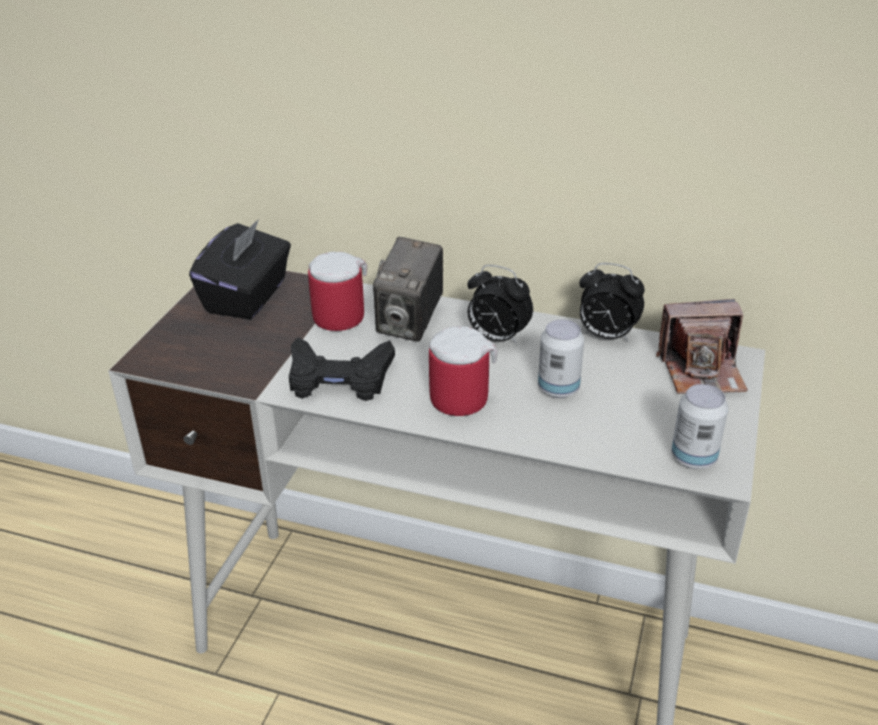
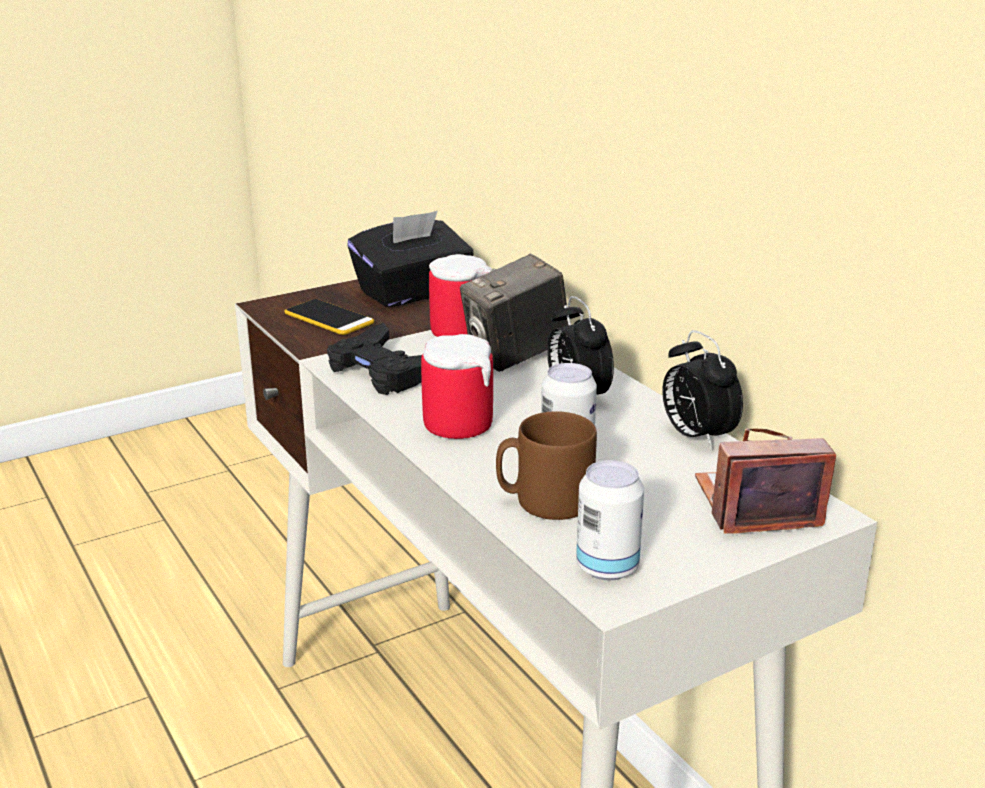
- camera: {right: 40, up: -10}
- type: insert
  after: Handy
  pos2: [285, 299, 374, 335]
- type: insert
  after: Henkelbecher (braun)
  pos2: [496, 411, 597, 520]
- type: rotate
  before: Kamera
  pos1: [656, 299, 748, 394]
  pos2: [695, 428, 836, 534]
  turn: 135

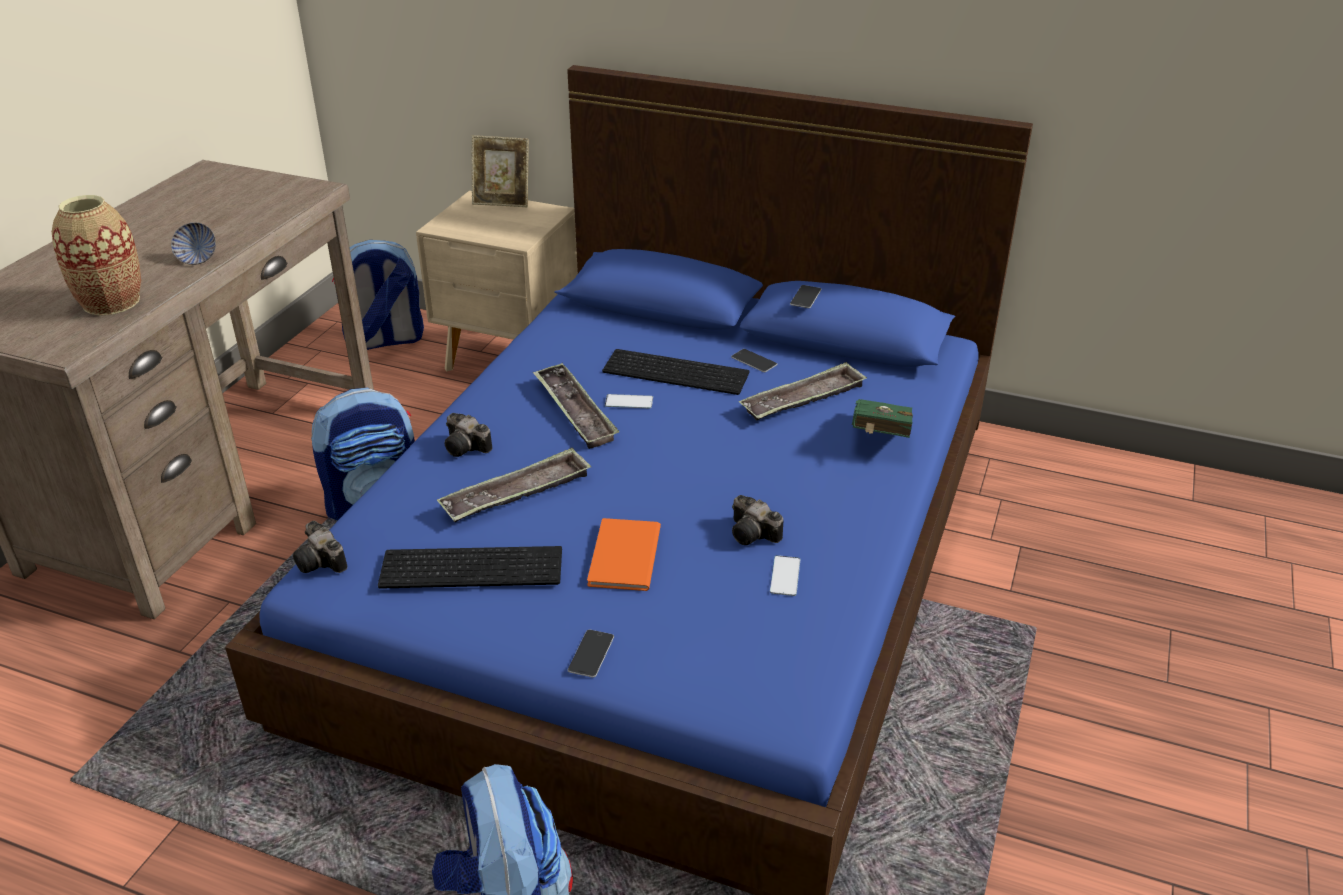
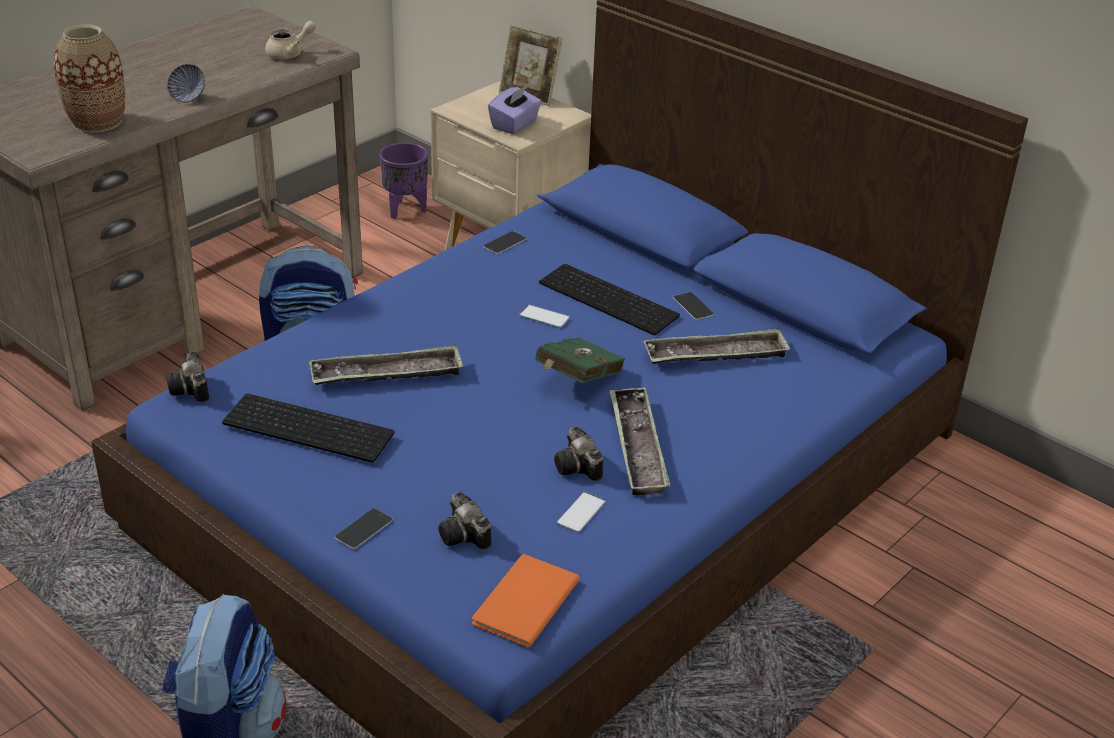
- camera: {right: 20, up: 0}
- type: insert
  after: Teekanne (beige)
  pos2: [265, 21, 316, 59]
- type: insert
  after: Taschentuchbox (lila)
  pos2: [488, 85, 542, 134]
- type: move
  before: Kamera
  pos1: [445, 413, 492, 457]
  pos2: [438, 492, 491, 550]
- type: move
  before: Tablett
  pos1: [533, 363, 619, 449]
  pos2: [610, 387, 670, 495]
- type: move
  before: Buch (orange)
  pos1: [587, 518, 661, 591]
  pos2: [472, 554, 580, 648]
- type: move
  before: Handy
  pos1: [790, 285, 821, 308]
  pos2: [483, 231, 527, 254]
- type: move
  before: Buch (grün)
  pos1: [852, 399, 913, 438]
  pos2: [535, 338, 625, 383]
- type: replace
  before: Rucksack
  after: Pflanzkübel (lila)
  pos1: [332, 240, 424, 350]
  pos2: [380, 143, 428, 219]

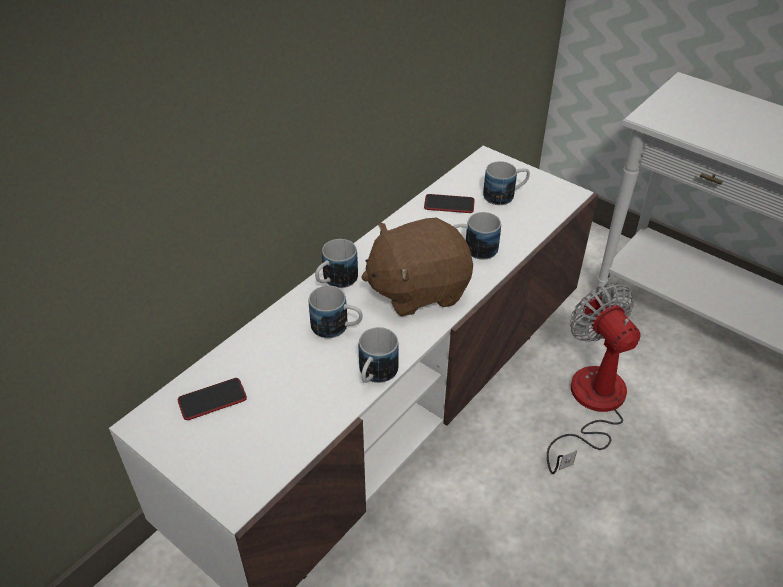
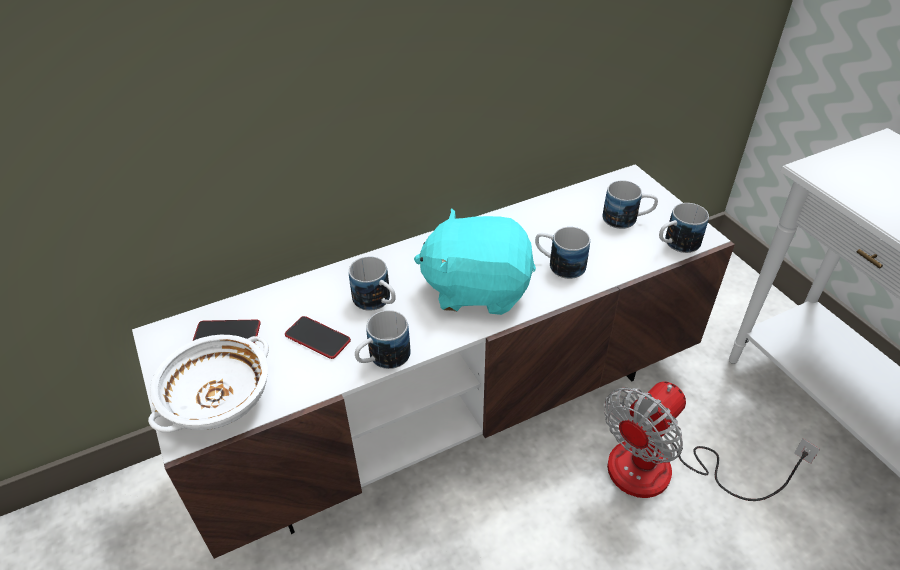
- camera: {right: 25, up: 0}
- type: insert
  after: Schüssel (weiß)
  pos2: [148, 335, 269, 433]
- type: move
  before: Henkelbecher
  pos1: [315, 239, 358, 288]
  pos2: [659, 203, 709, 253]
- type: move
  before: Handy
  pos1: [424, 194, 475, 213]
  pos2: [285, 316, 351, 359]
- type: recolor
  before: Plüschtier (braun)
  after: Plüschtier (türkis)
  pos1: [361, 217, 473, 317]
  pos2: [414, 208, 536, 315]
- type: rotate
  before: Ventilator
  pos1: [547, 283, 641, 474]
  pos2: [604, 381, 820, 501]
  turn: -135

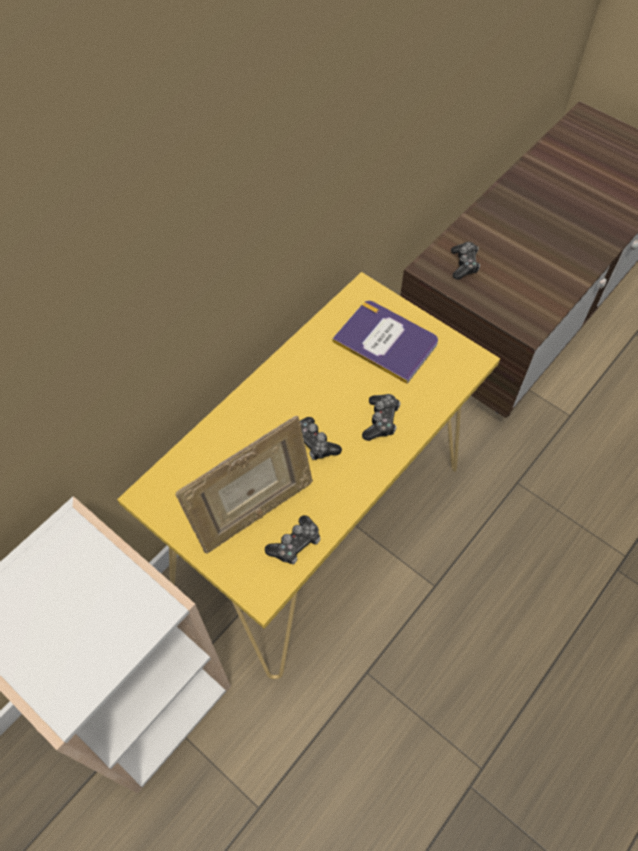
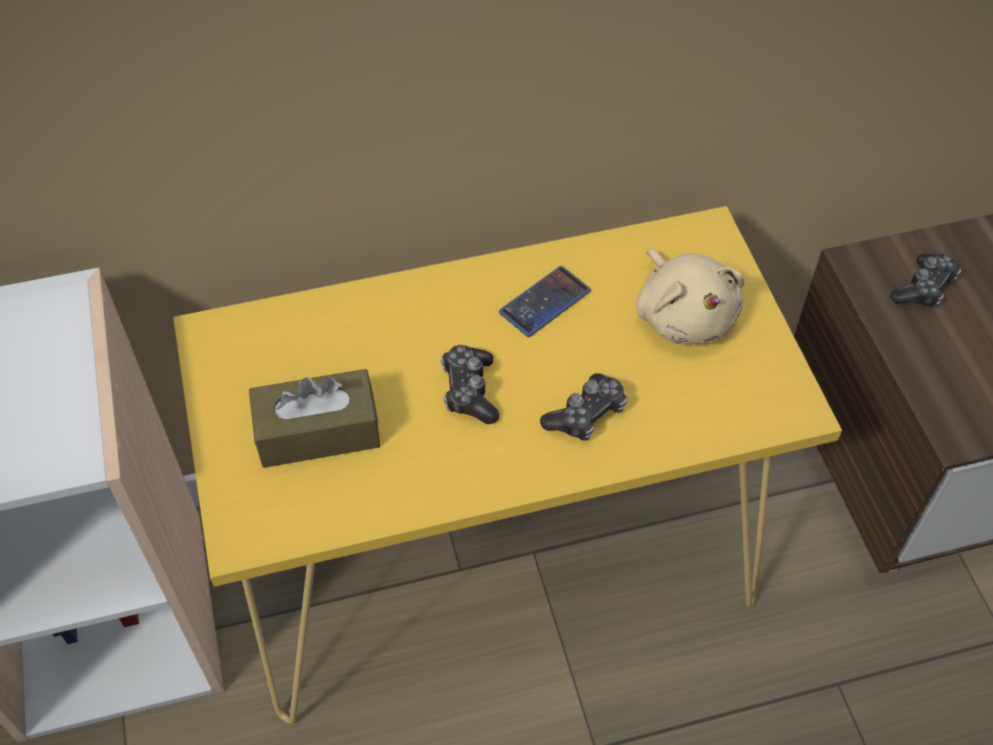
- camera: {right: 35, up: -5}
- type: delete
  before: Gamepad
  pos1: [265, 515, 321, 565]
- type: insert
  after: Handy
  pos2: [499, 266, 591, 337]
- type: replace
  before: Bilderrahmen
  after: Taschentuchbox (braun)
  pos1: [175, 416, 313, 553]
  pos2: [249, 369, 380, 468]
- type: replace
  before: Buch
  after: Plüschtier (beige)
  pos1: [332, 301, 438, 384]
  pos2: [636, 248, 745, 344]

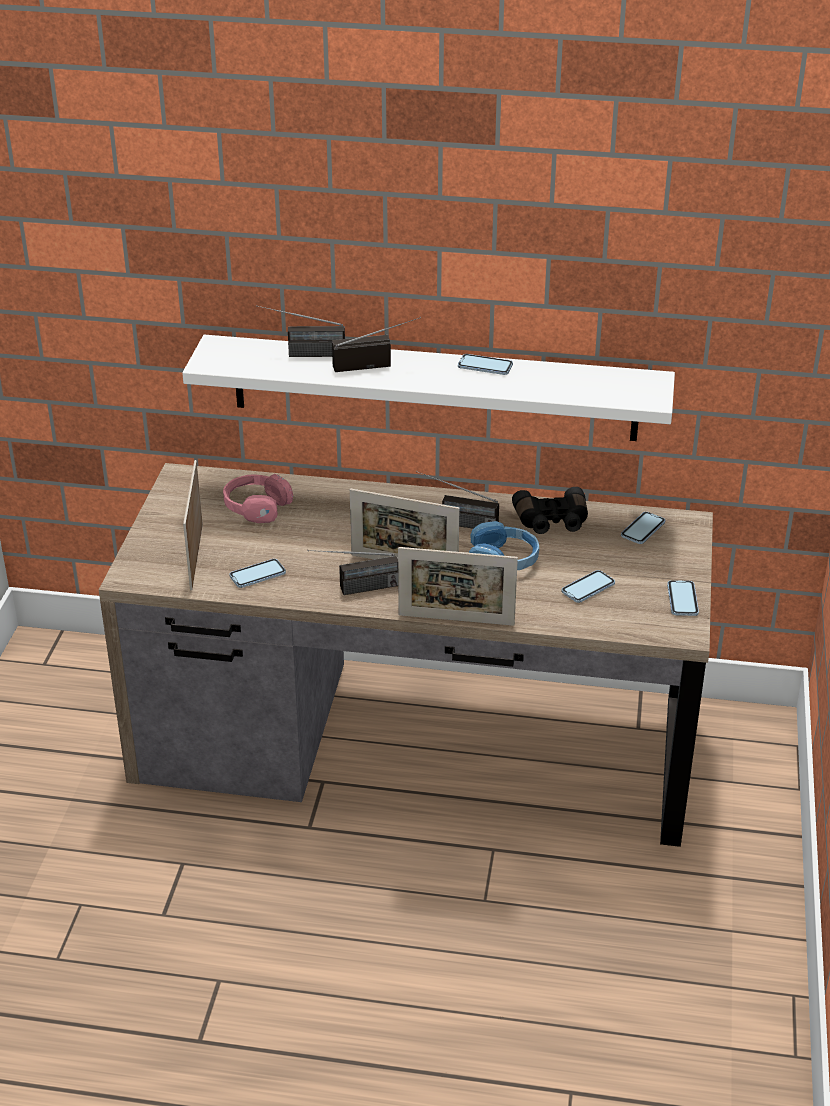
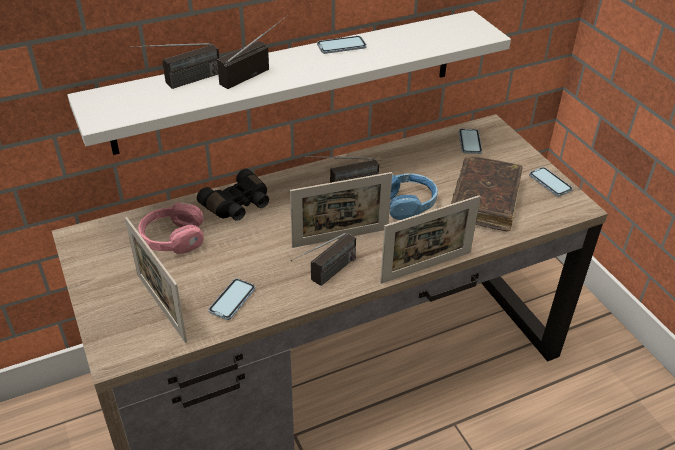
- camera: {right: -35, up: 5}
- type: move
  before: Fernglas (schwarz)
  pos1: [512, 487, 588, 534]
  pos2: [197, 169, 269, 221]
- type: replace
  before: Handy
  after: Buch (braun)
  pos1: [562, 570, 615, 603]
  pos2: [451, 157, 522, 231]

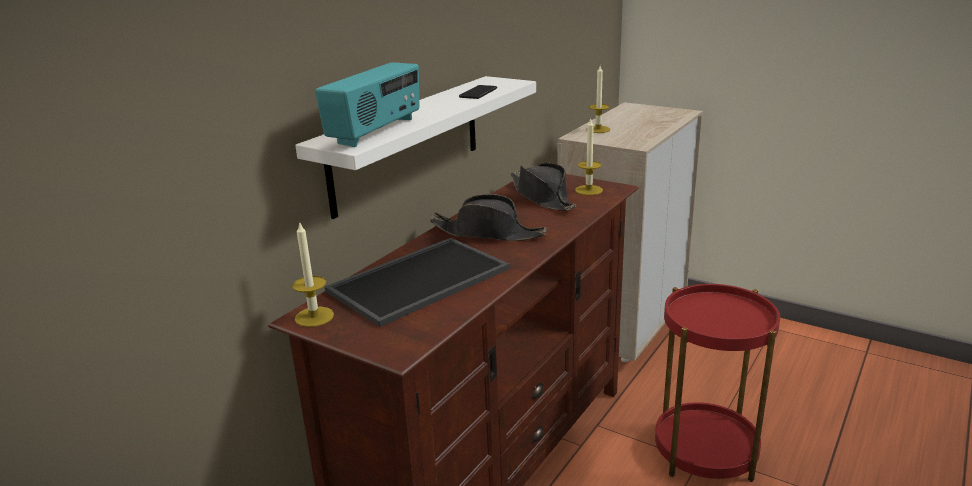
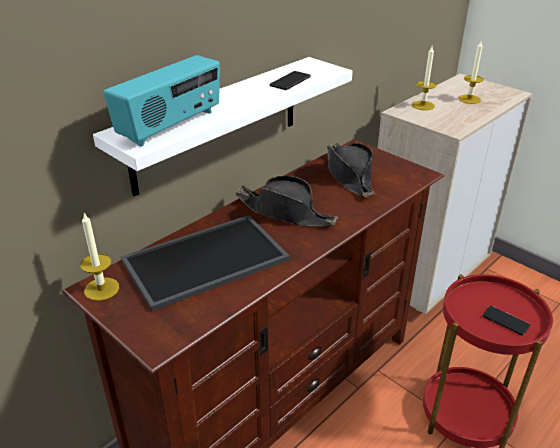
- camera: {right: 10, up: 10}
- type: insert
  after: Handy
  pos2: [483, 306, 530, 335]
- type: move
  before: Kerze
  pos1: [575, 118, 603, 195]
  pos2: [458, 41, 484, 104]

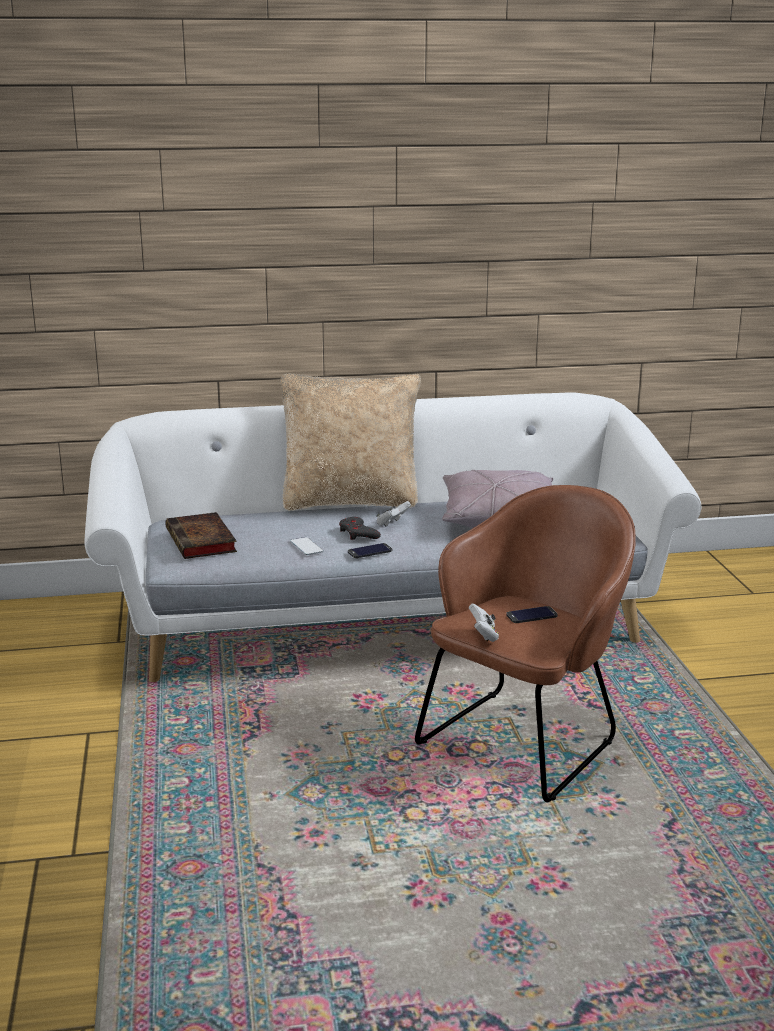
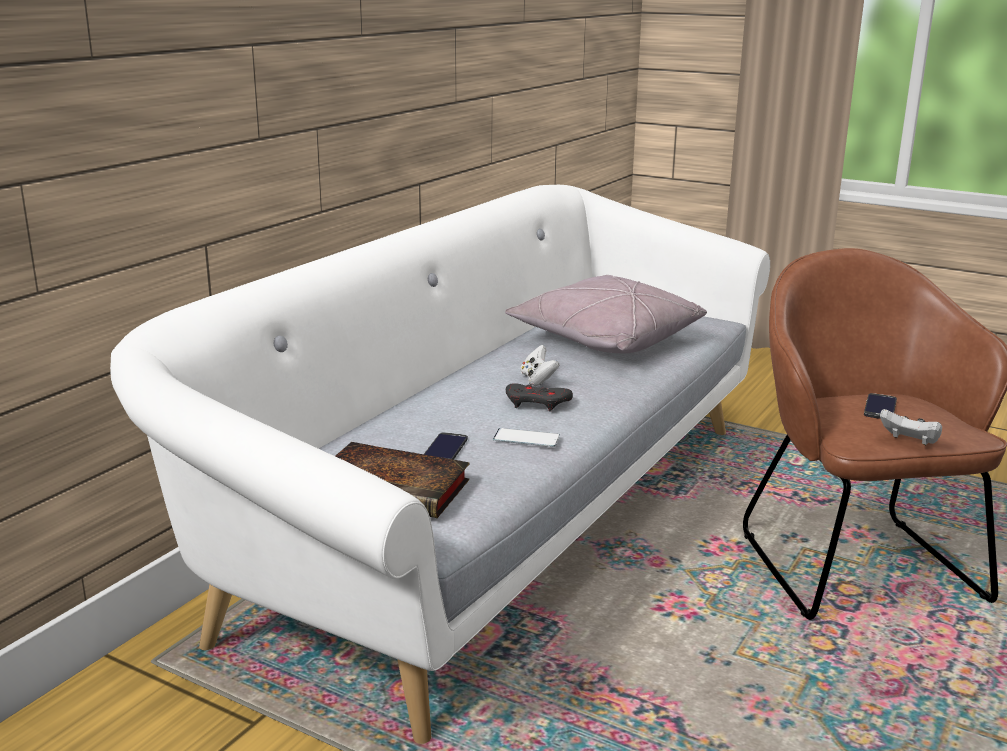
- camera: {right: -50, up: 0}
- type: delete
  before: Kissen (beige)
  pos1: [280, 373, 421, 511]
- type: move
  before: Handy
  pos1: [348, 543, 392, 558]
  pos2: [424, 432, 468, 460]

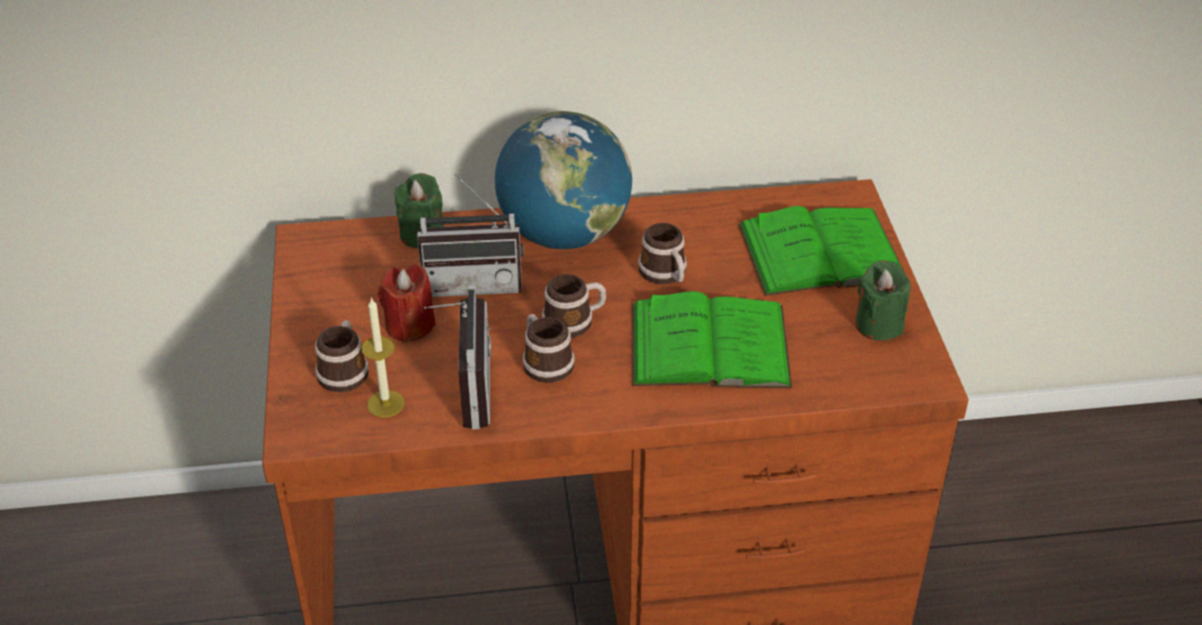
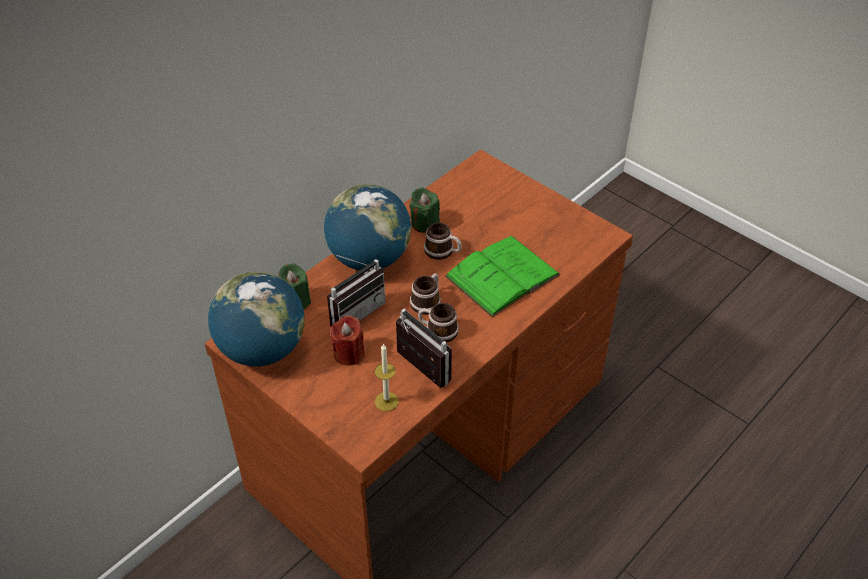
- camera: {right: -40, up: 5}
- type: delete
  before: Henkelbecher
  pos1: [315, 320, 368, 392]
- type: delete
  before: Buch (grün)
  pos1: [738, 206, 905, 296]
- type: insert
  after: Globus
  pos2: [208, 271, 305, 367]
- type: move
  before: Kerze (grün)
  pos1: [855, 260, 910, 341]
  pos2: [410, 187, 440, 233]

